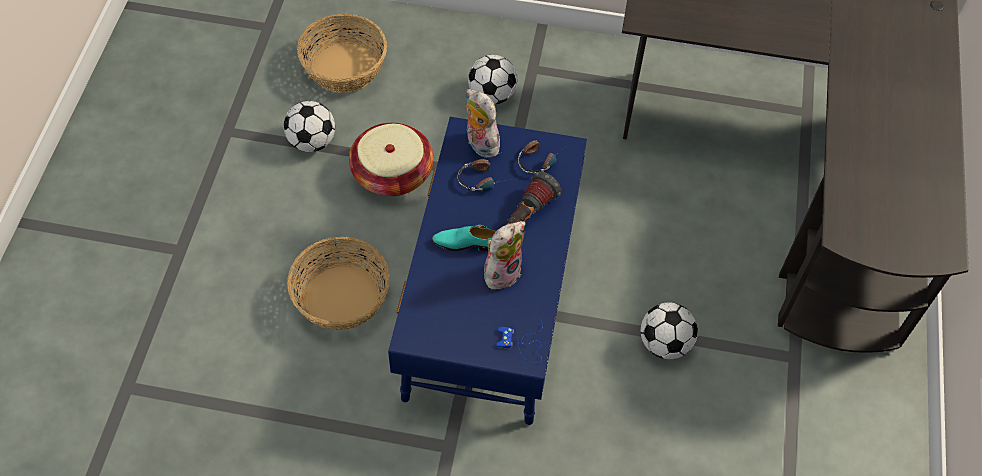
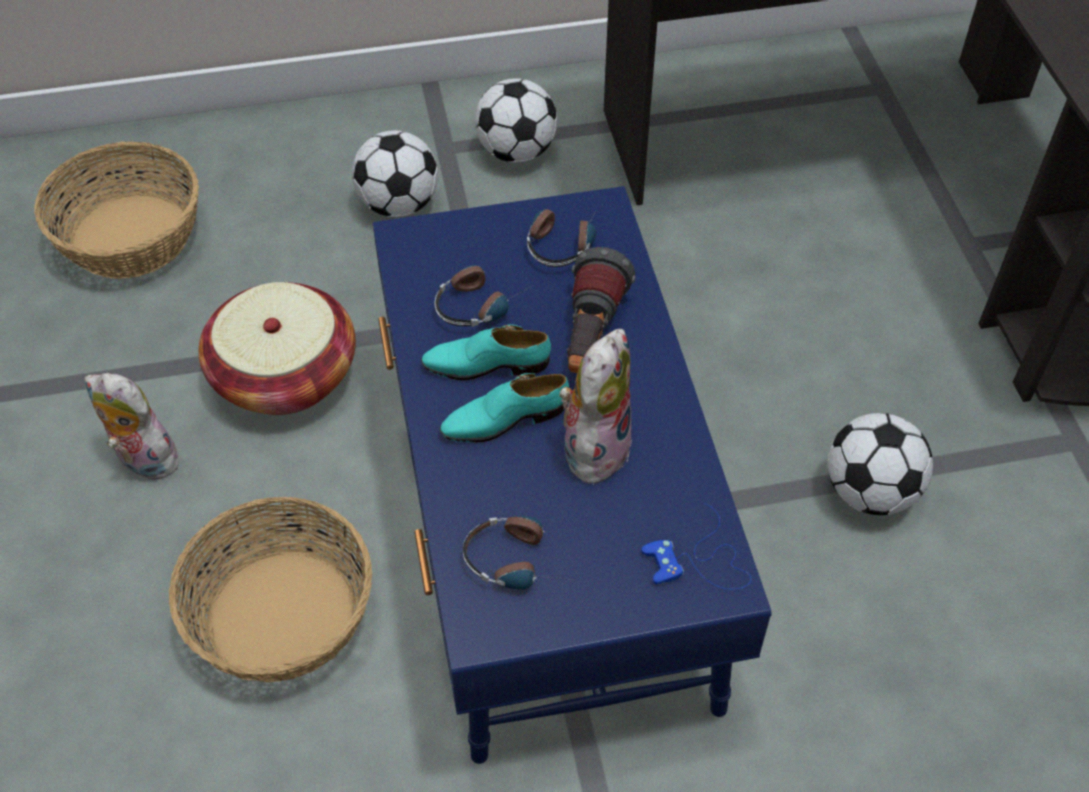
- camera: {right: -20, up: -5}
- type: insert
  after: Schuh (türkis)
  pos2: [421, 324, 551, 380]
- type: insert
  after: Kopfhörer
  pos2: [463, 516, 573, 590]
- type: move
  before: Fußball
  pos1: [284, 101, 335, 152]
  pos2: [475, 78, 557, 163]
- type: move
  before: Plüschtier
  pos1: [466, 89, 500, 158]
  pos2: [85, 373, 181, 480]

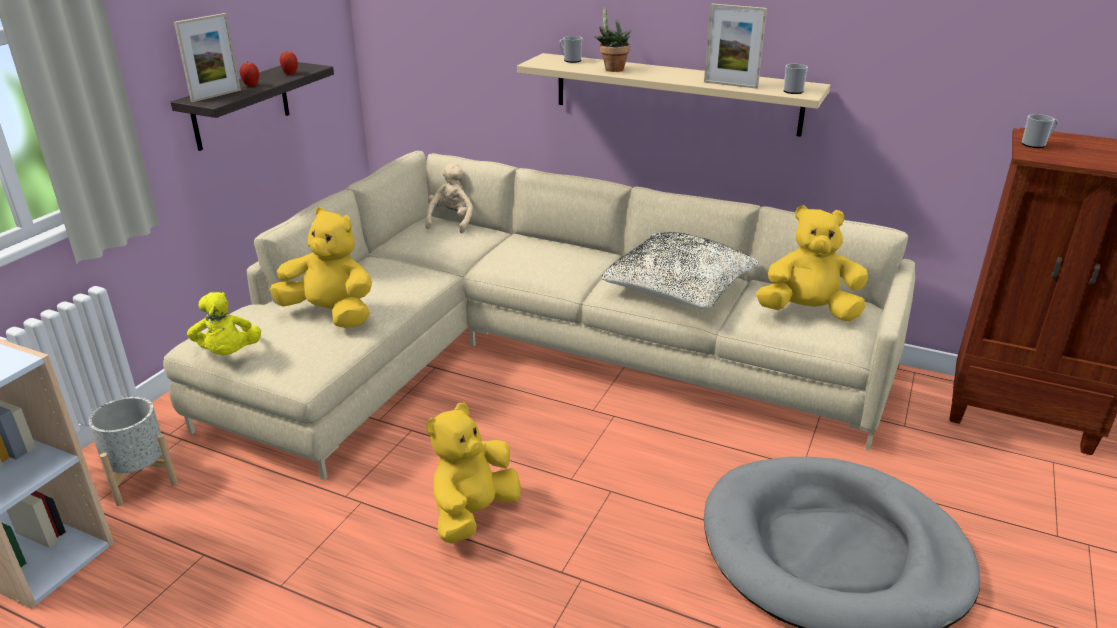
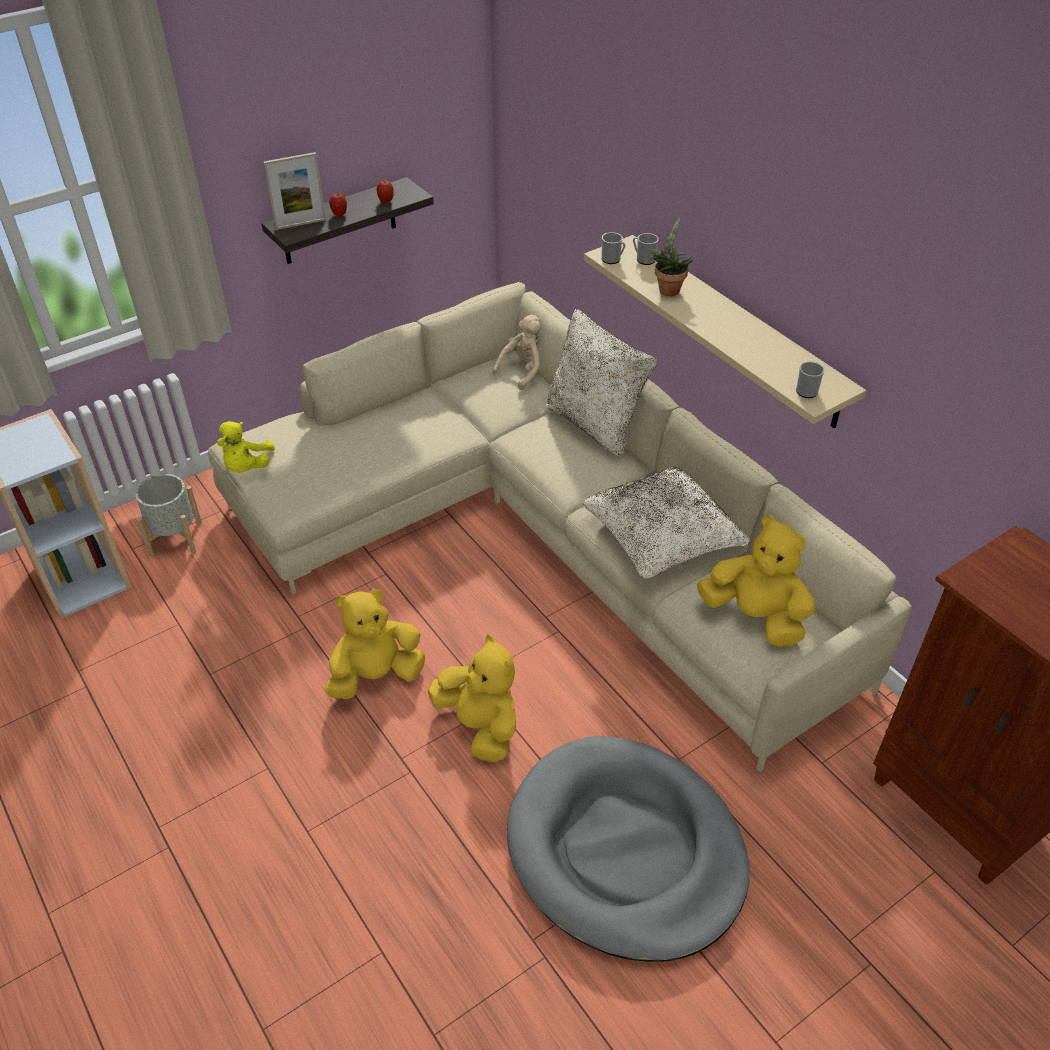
- camera: {right: 30, up: 15}
- type: delete
  before: Bilderrahmen
  pos1: [704, 3, 767, 89]
- type: insert
  after: Kissen (beige)
  pos2: [546, 309, 658, 456]
- type: move
  before: Plüschtier (gelb)
  pos1: [270, 207, 372, 328]
  pos2: [428, 634, 516, 762]
- type: move
  before: Henkelbecher
  pos1: [1022, 114, 1058, 148]
  pos2: [601, 232, 626, 264]

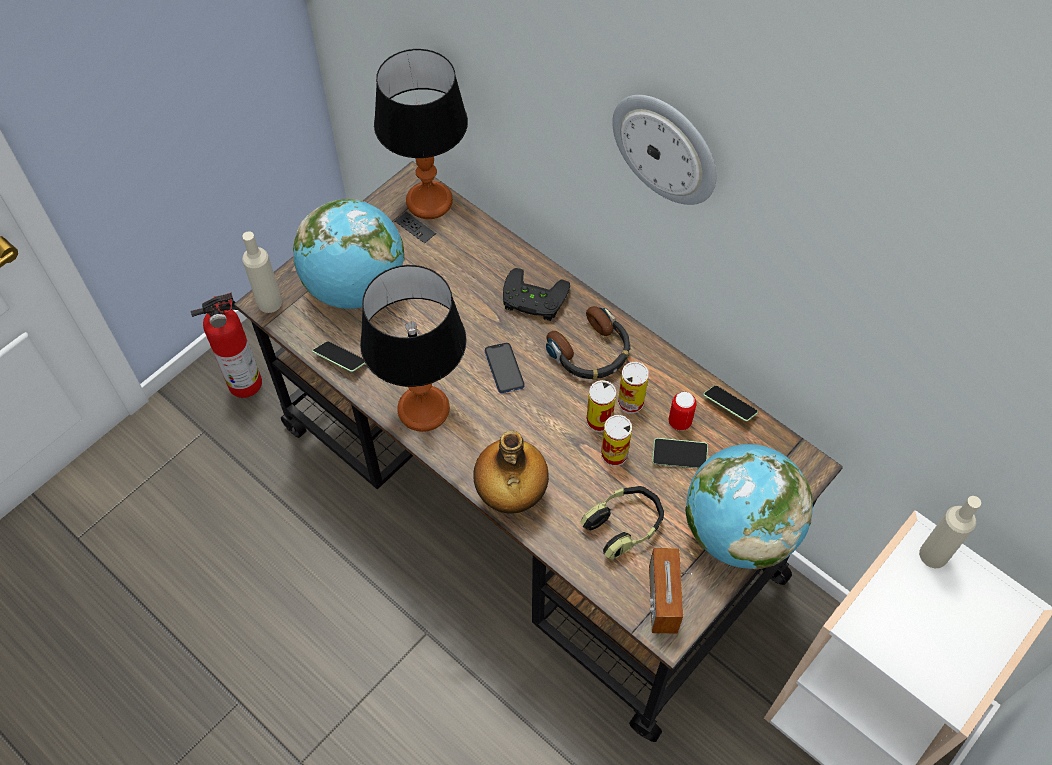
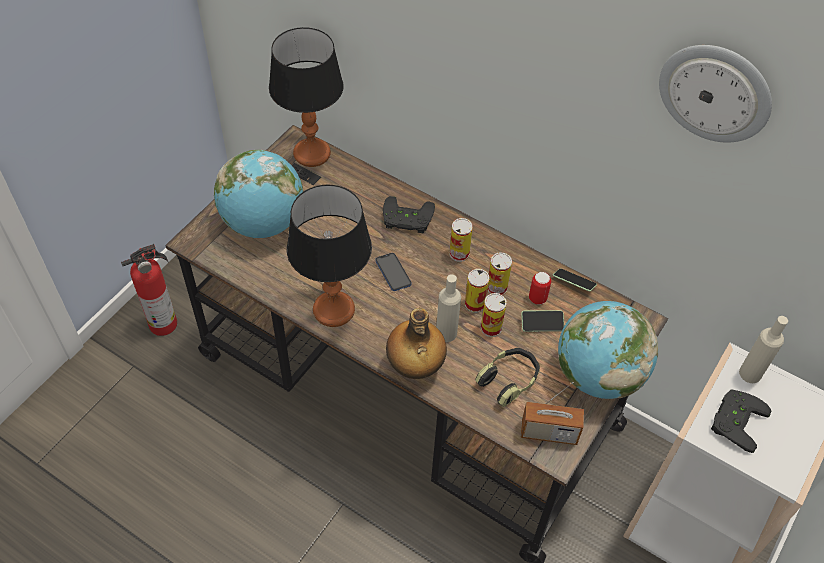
- camera: {right: -10, up: -5}
- type: delete
  before: Handy
  pos1: [312, 341, 366, 372]
- type: insert
  after: Gamepad (schwarz)
  pos2: [711, 389, 771, 453]
- type: move
  before: Flasche (beige)
  pos1: [242, 231, 282, 313]
  pos2: [436, 274, 461, 342]
- type: move
  before: Wanduhr
  pos1: [612, 95, 716, 205]
  pos2: [659, 45, 772, 143]
- type: replace
  before: Kopfhörer
  after: Dose
  pos1: [546, 306, 631, 380]
  pos2: [450, 218, 473, 262]
- type: rotate
  before: Radio
  pos1: [649, 548, 692, 633]
  pos2: [521, 382, 584, 445]
  turn: -75

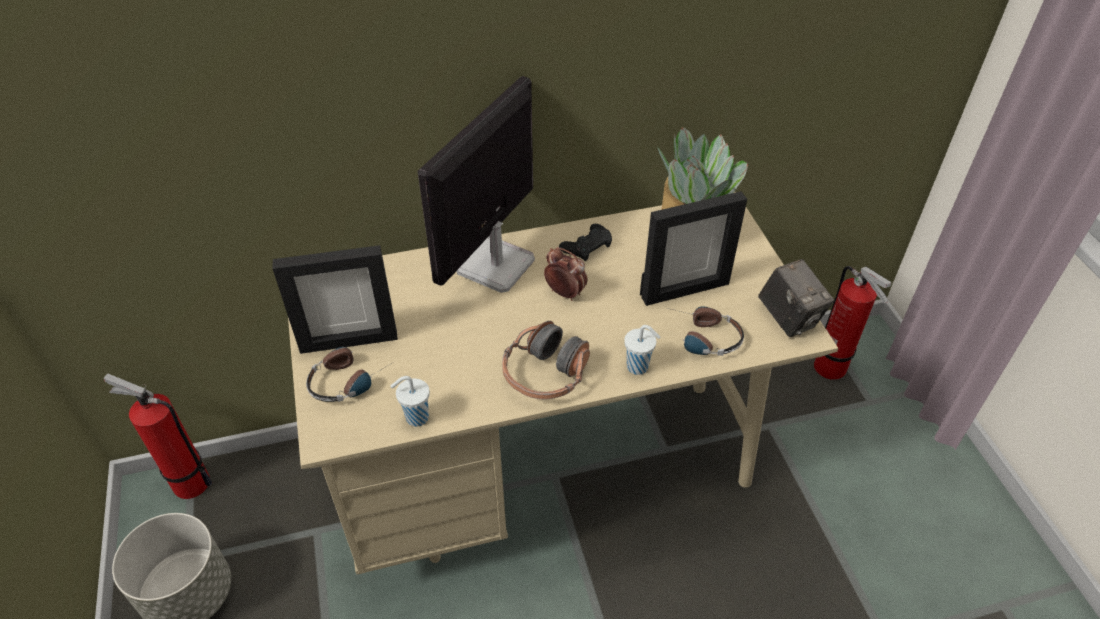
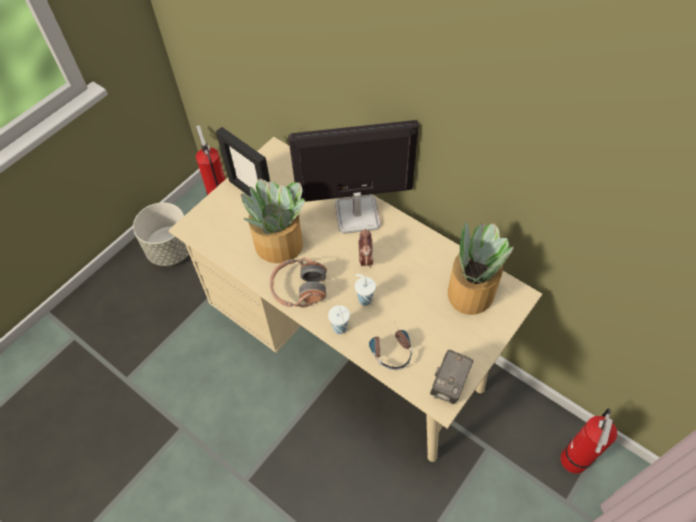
- camera: {right: 55, up: 10}
- type: delete
  before: Kopfhörer
  pos1: [306, 347, 392, 402]
- type: delete
  before: Gamepad (schwarz)
  pos1: [559, 224, 612, 262]
- type: delete
  before: Bilderrahmen
  pos1: [640, 191, 747, 306]
- type: insert
  after: Topfpflanze
  pos2: [241, 179, 305, 263]
- type: move
  before: Tasse (weiß)
  pos1: [390, 376, 430, 427]
  pos2: [355, 274, 376, 306]

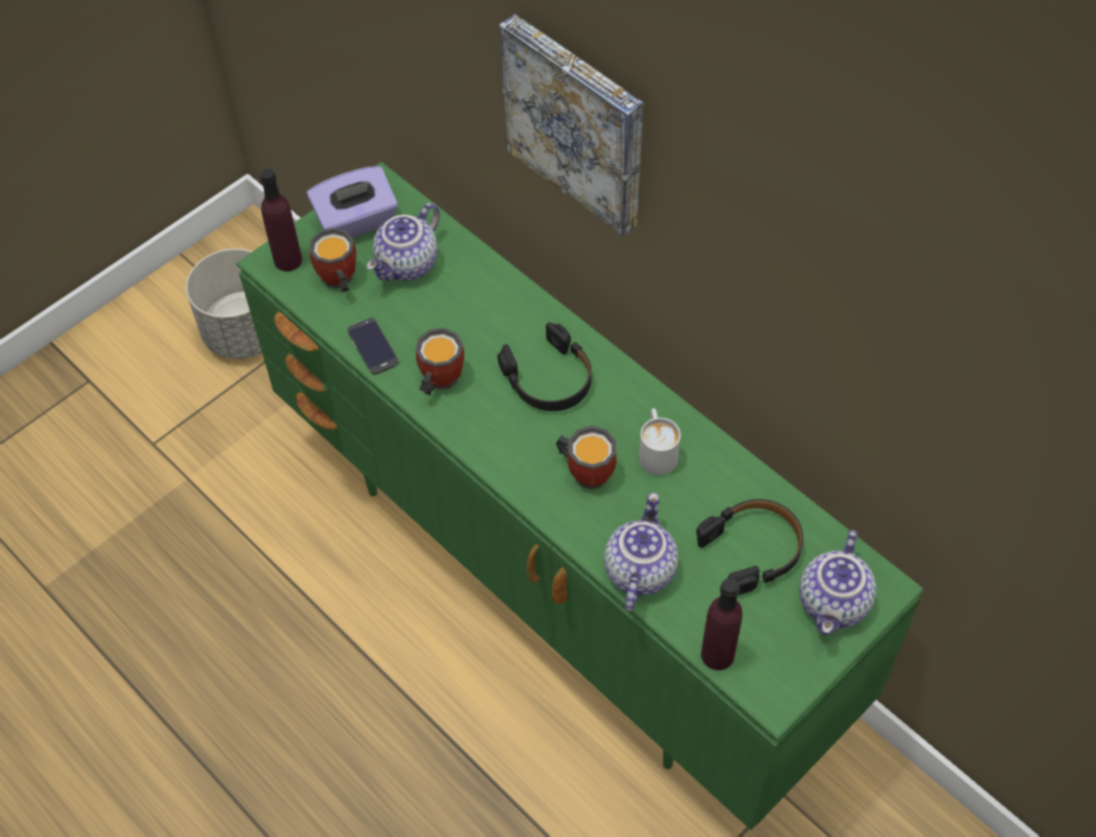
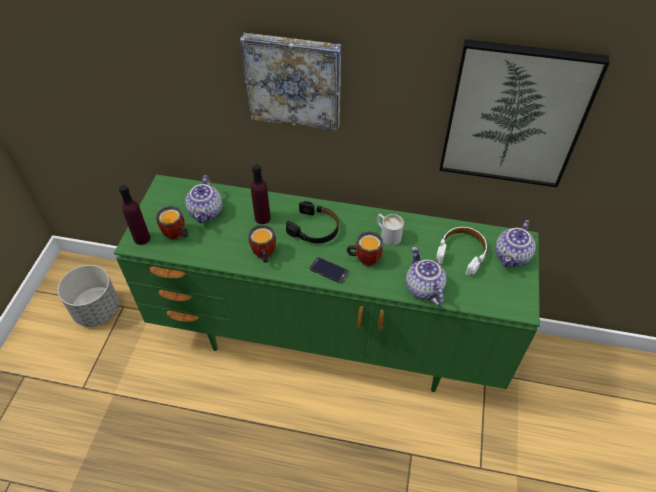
- camera: {right: -35, up: -5}
- type: delete
  before: Taschentuchbox (lila)
  pos1: [307, 166, 398, 238]
- type: insert
  after: Bild
  pos2: [439, 39, 610, 187]
- type: move
  before: Handy
  pos1: [347, 318, 399, 374]
  pos2: [310, 257, 349, 283]
- type: move
  before: Flasche (lila)
  pos1: [701, 578, 742, 670]
  pos2: [251, 164, 271, 224]
- type: recolor
  before: Kopfhörer (schwarz)
  after: Kopfhörer (weiß)
  pos1: [696, 499, 803, 595]
  pos2: [436, 227, 487, 276]
- type: rotate
  before: Teekanne
  pos1: [799, 530, 876, 635]
  pos2: [495, 220, 536, 267]
  turn: 45

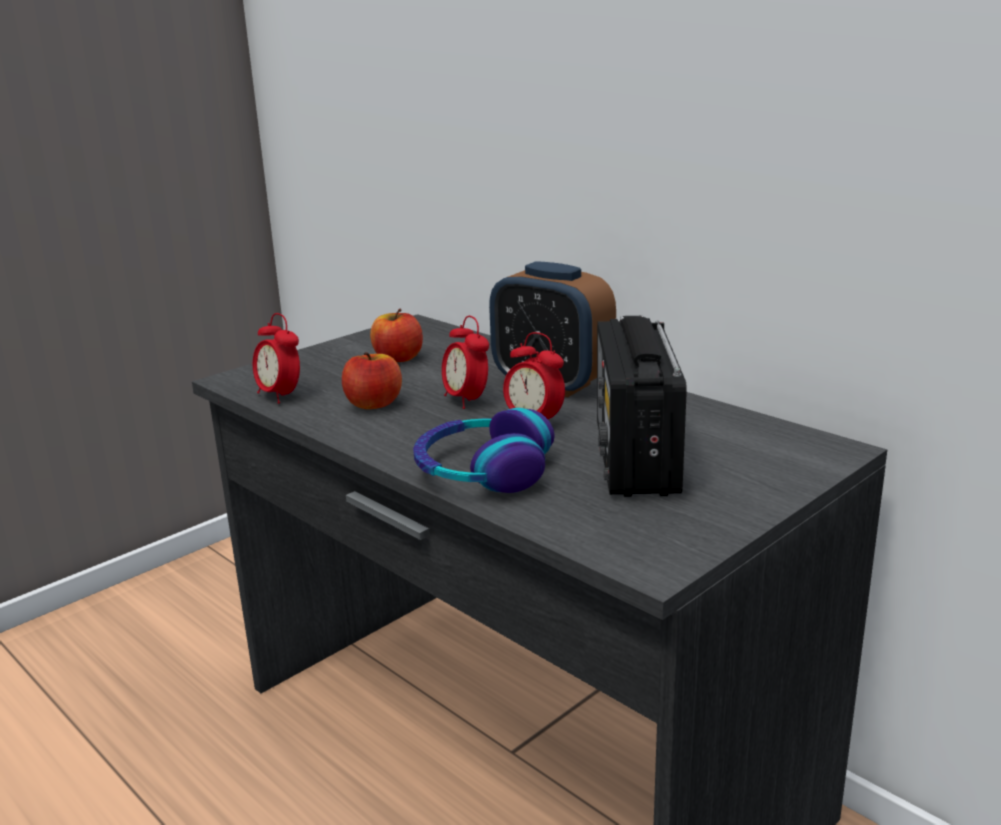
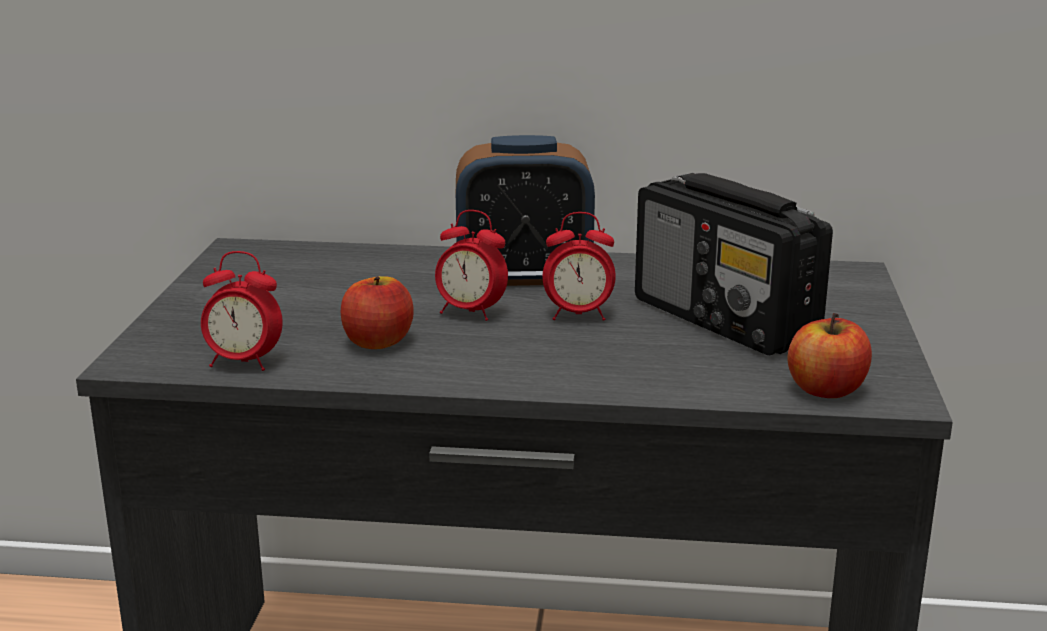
- camera: {right: -40, up: 0}
- type: delete
  before: Kopfhörer
  pos1: [413, 408, 555, 493]
- type: move
  before: Apfel
  pos1: [370, 309, 423, 362]
  pos2: [788, 313, 872, 398]

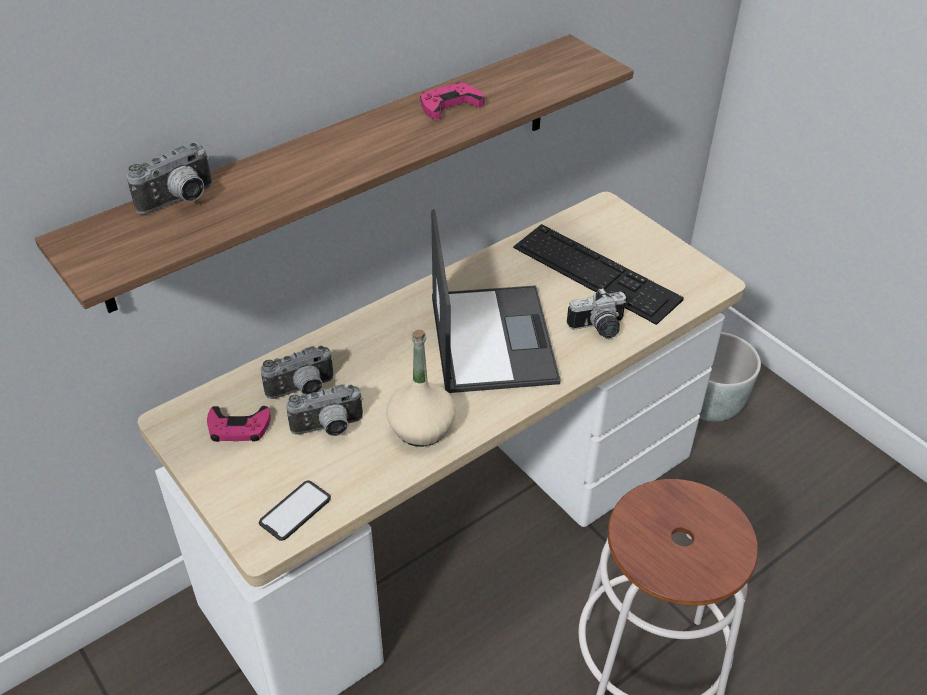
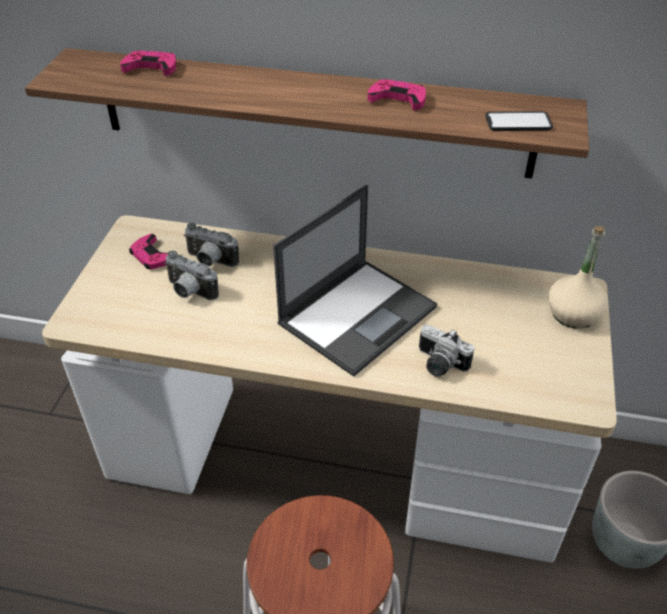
- camera: {right: 50, up: 0}
- type: delete
  before: Tastatur
  pos1: [513, 224, 684, 325]
- type: move
  before: Handy
  pos1: [259, 480, 331, 541]
  pos2: [485, 111, 553, 131]
- type: move
  before: Flasche (beige)
  pos1: [386, 330, 456, 447]
  pos2: [548, 226, 608, 329]
- type: replace
  before: Kamera
  after: Gamepad (rosa)
  pos1: [127, 143, 212, 215]
  pos2: [120, 51, 176, 76]

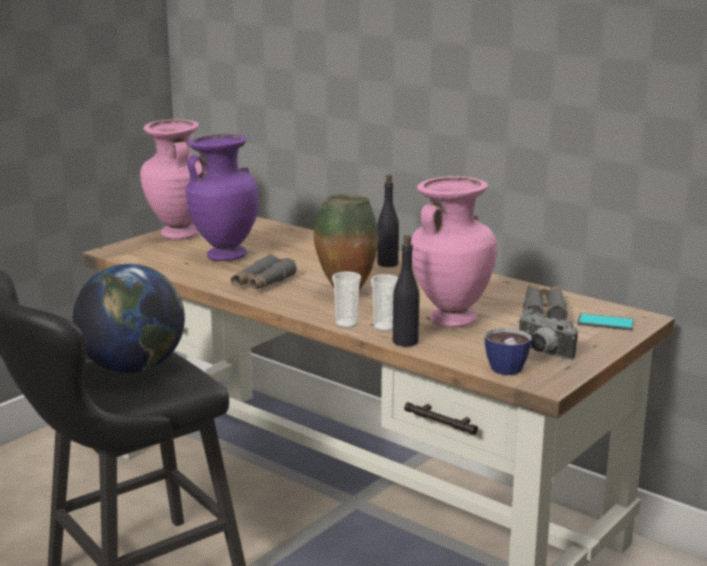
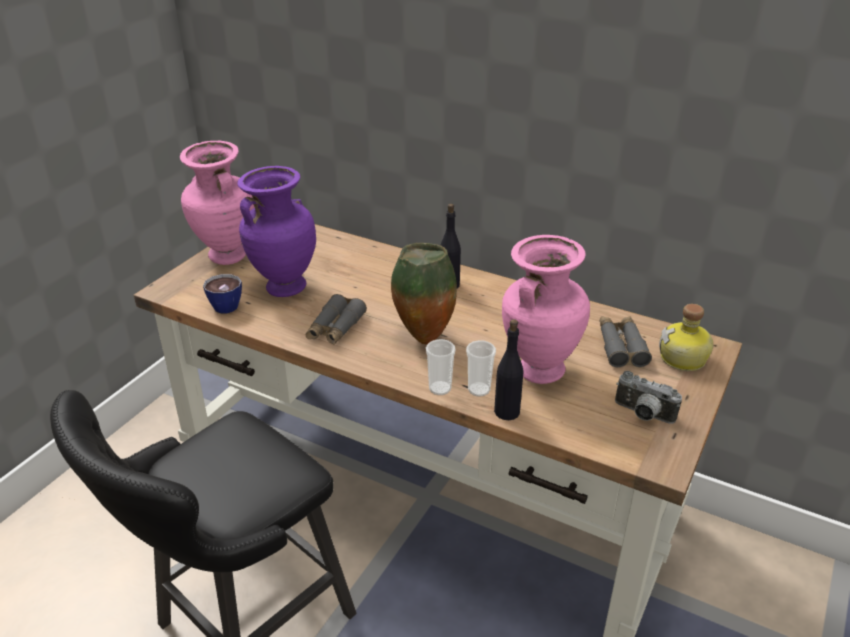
- camera: {right: -10, up: 15}
- type: delete
  before: Globus
  pos1: [73, 264, 185, 373]
- type: move
  before: Tasse
  pos1: [485, 328, 532, 375]
  pos2: [203, 274, 242, 313]
- type: replace
  before: Handy
  after: Flasche
  pos1: [577, 313, 634, 331]
  pos2: [659, 304, 713, 371]

